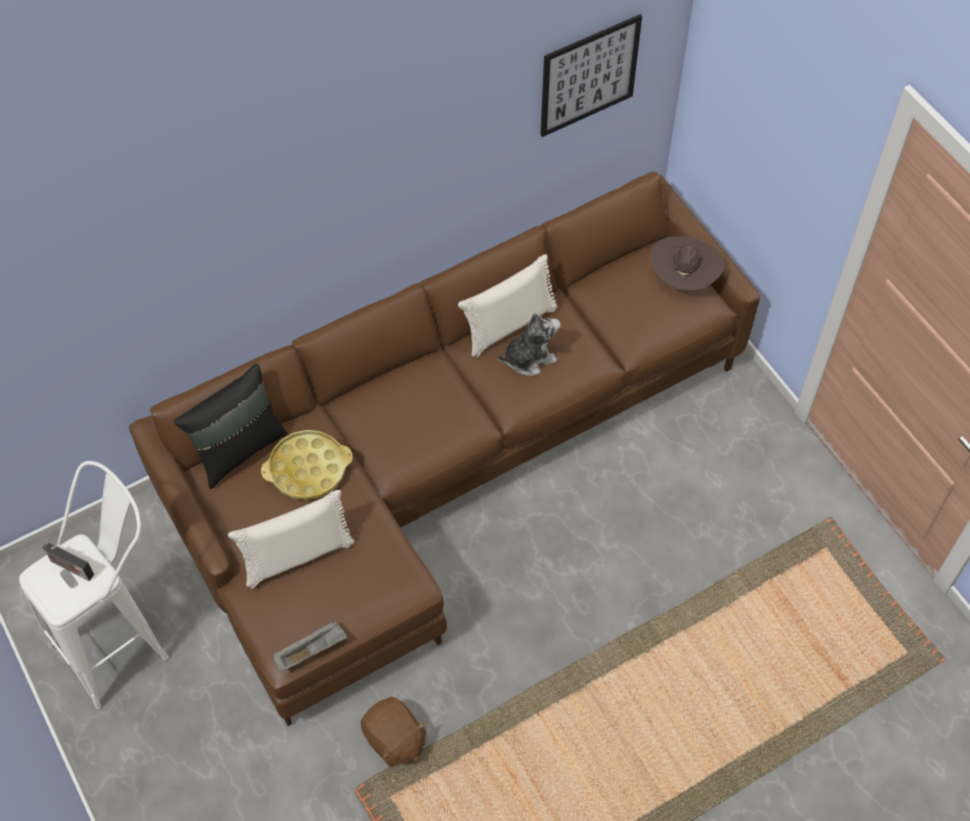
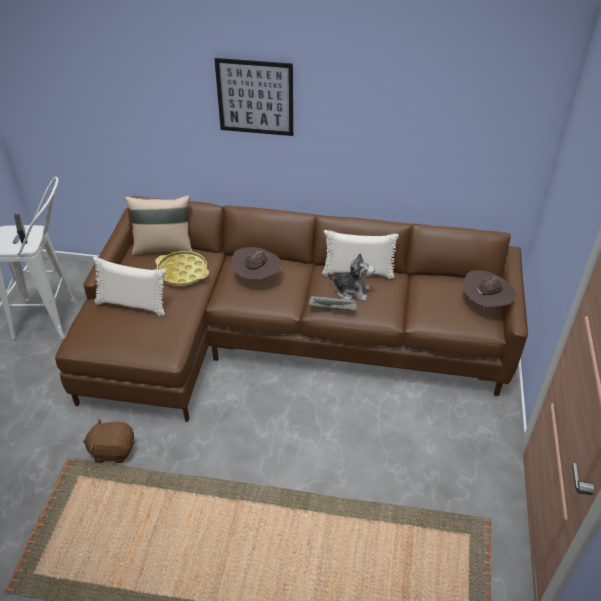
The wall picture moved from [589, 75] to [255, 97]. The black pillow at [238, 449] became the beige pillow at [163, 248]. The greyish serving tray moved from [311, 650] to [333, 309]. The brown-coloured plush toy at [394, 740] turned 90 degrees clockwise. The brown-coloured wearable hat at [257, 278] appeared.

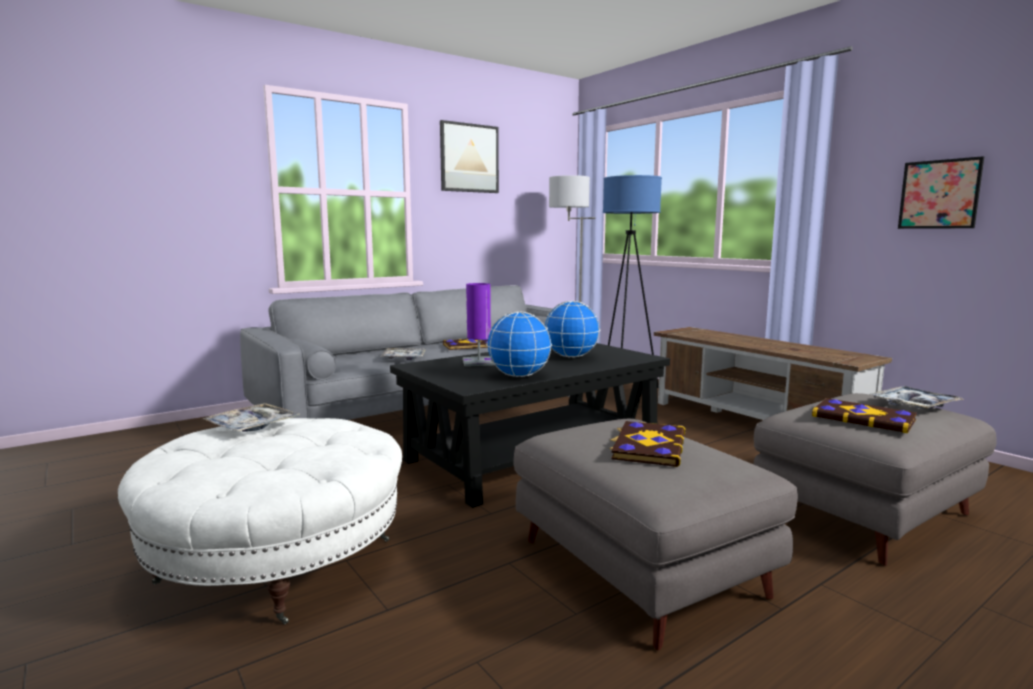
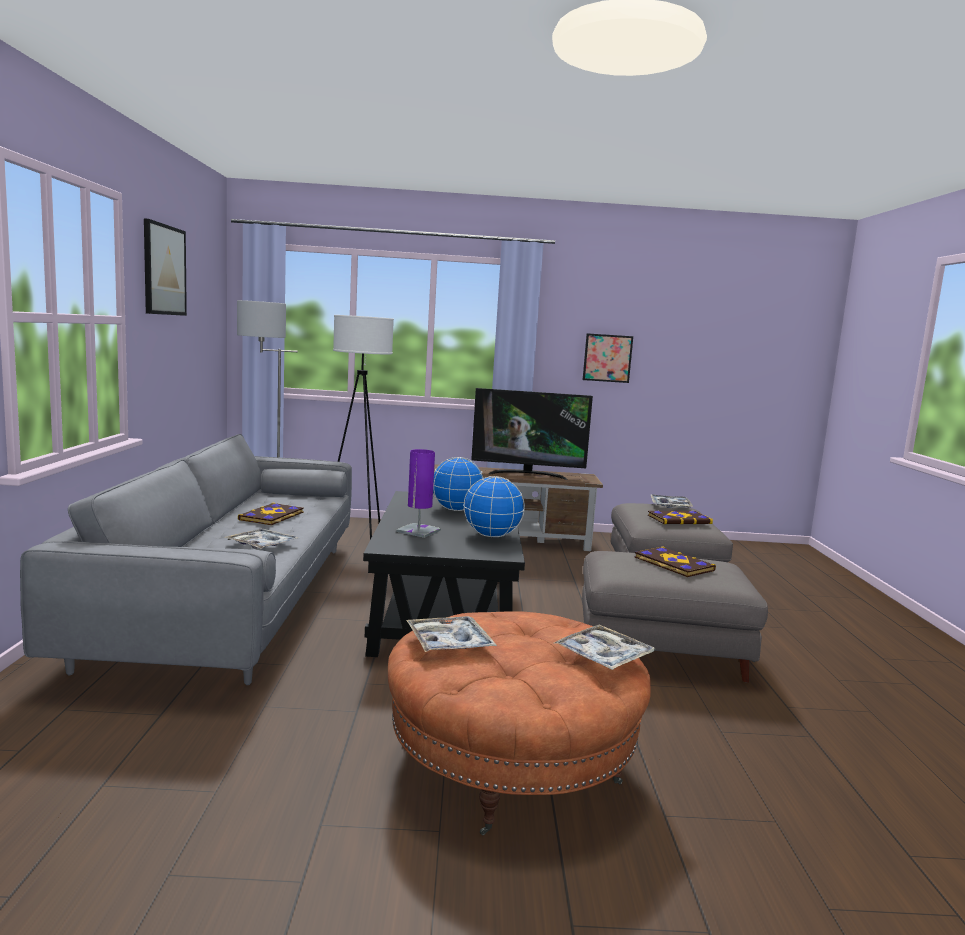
The blue standing lamp at [625, 388] became the white-coloured standing lamp at [357, 532]. The white-coloured footrest at [278, 561] became the brown-coloured footrest at [510, 764]. The TV set at [527, 474] appeared. The serving tray at [603, 656] appeared.

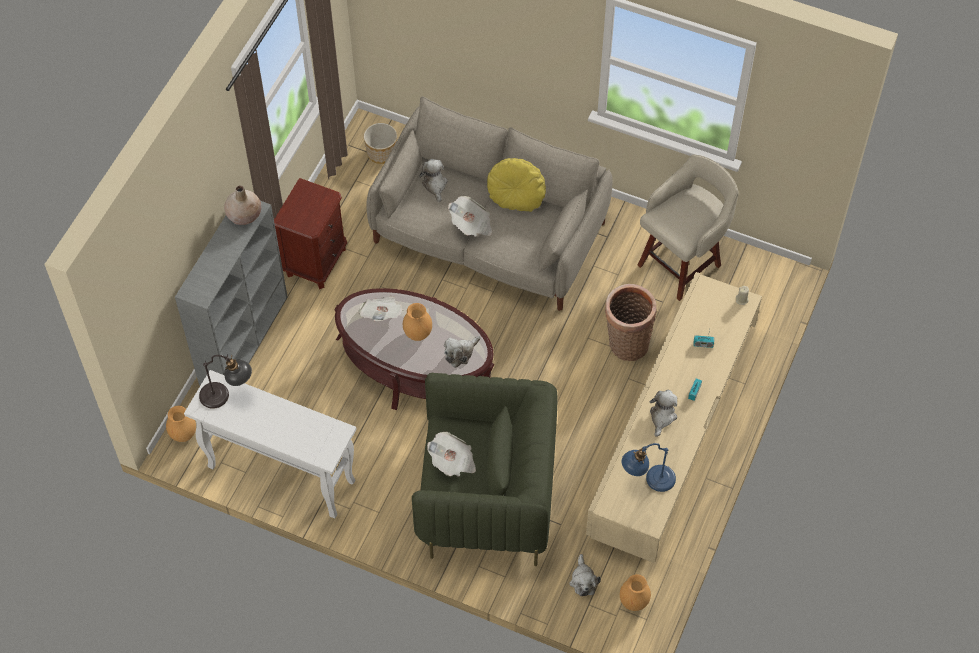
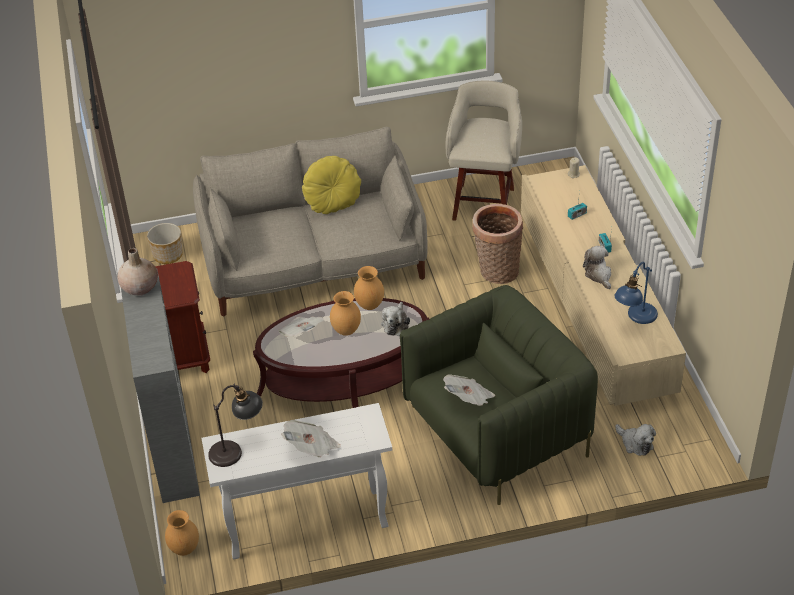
The plush toy at [434, 185] disappeared. The newspaper moved from [471, 225] to [312, 448]. The brown-coloured flower vase moved from [634, 601] to [369, 305].

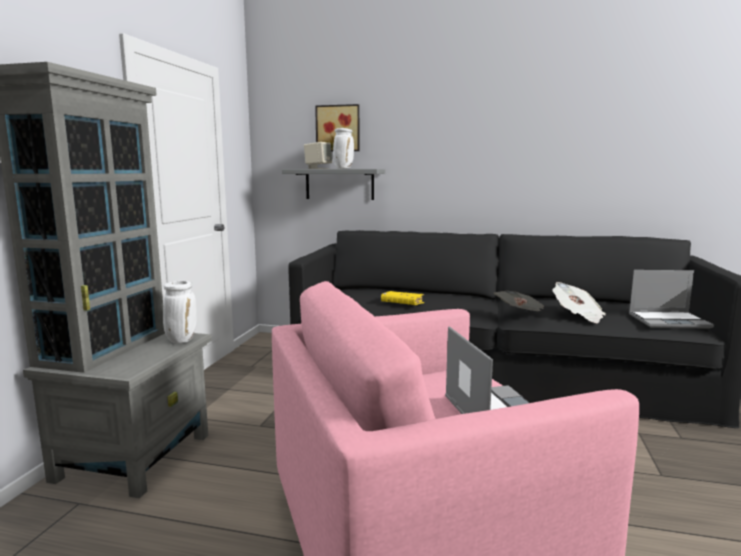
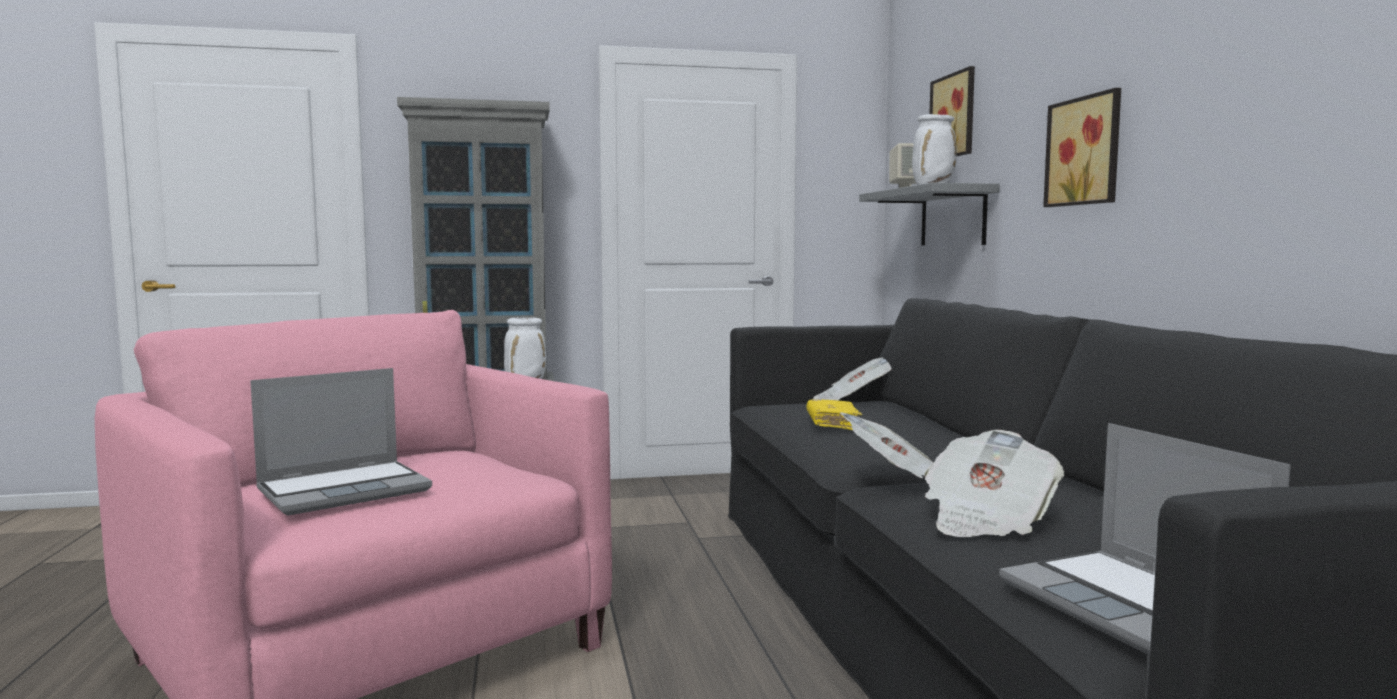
The wall picture at [1087, 151] appeared. The newspaper at [853, 400] appeared.

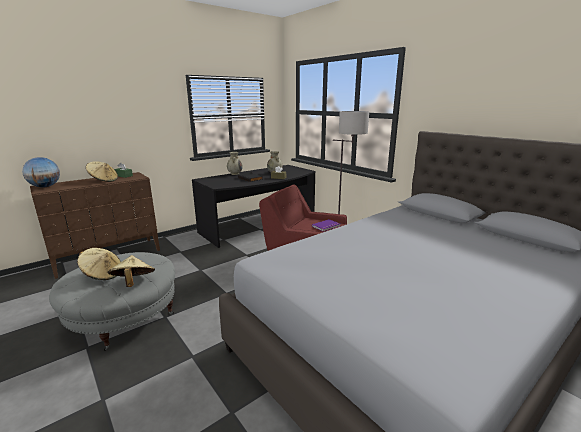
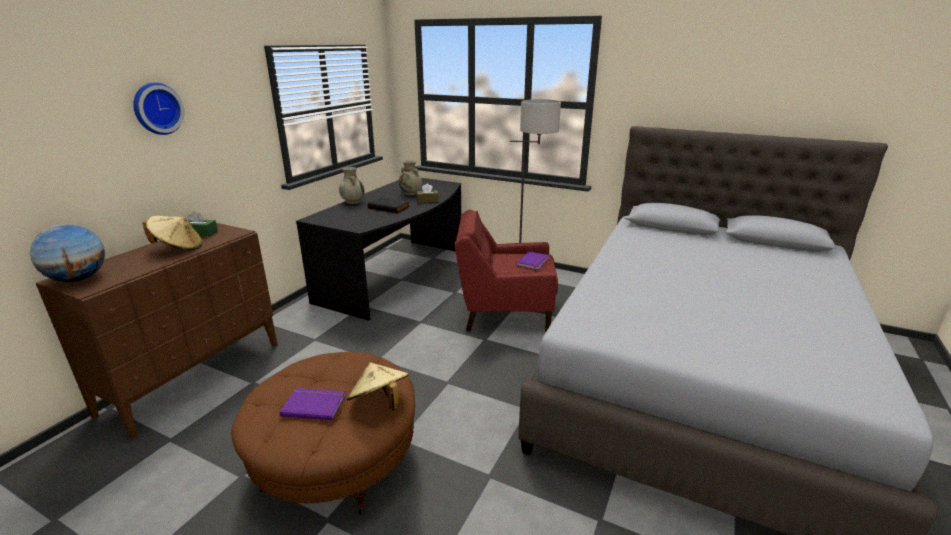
The beige wearable hat at [102, 275] was replaced by the purple book at [314, 404]. The greyish footrest at [124, 317] became the brown-coloured footrest at [336, 459]. The clock on the wall at [156, 108] appeared.

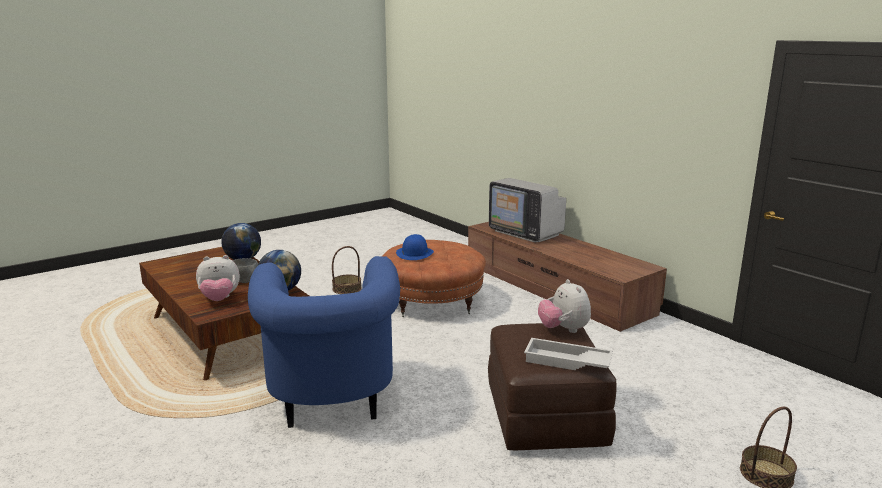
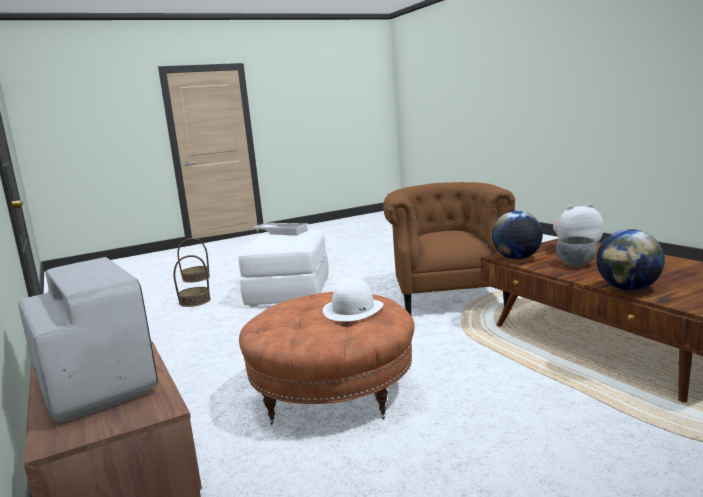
The blue wearable hat at [414, 253] became the white-coloured wearable hat at [353, 309]. The household basket moved from [347, 289] to [195, 301]. The blue lounge chair at [331, 396] became the brown-coloured lounge chair at [448, 296]. The plush toy at [563, 330] disappeared. The brown-coloured footrest at [546, 417] became the white-coloured footrest at [288, 292].

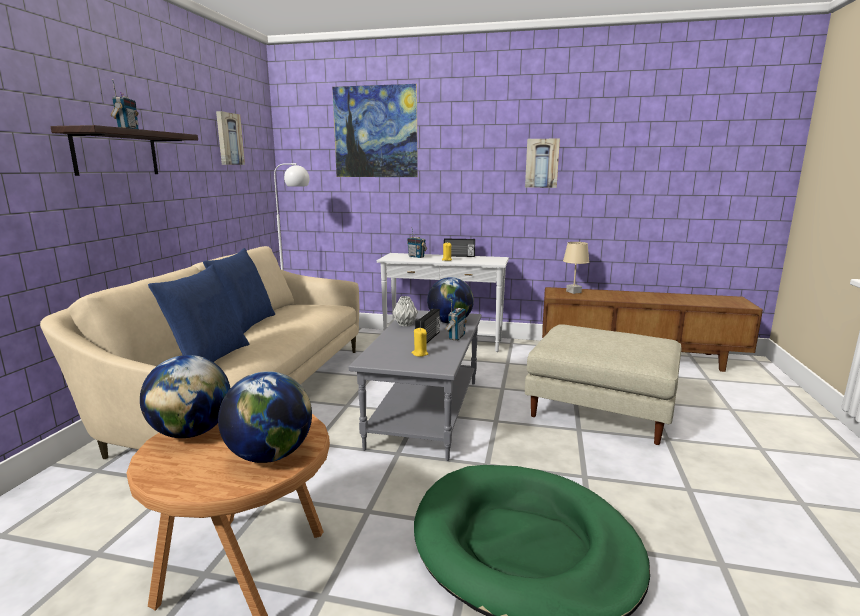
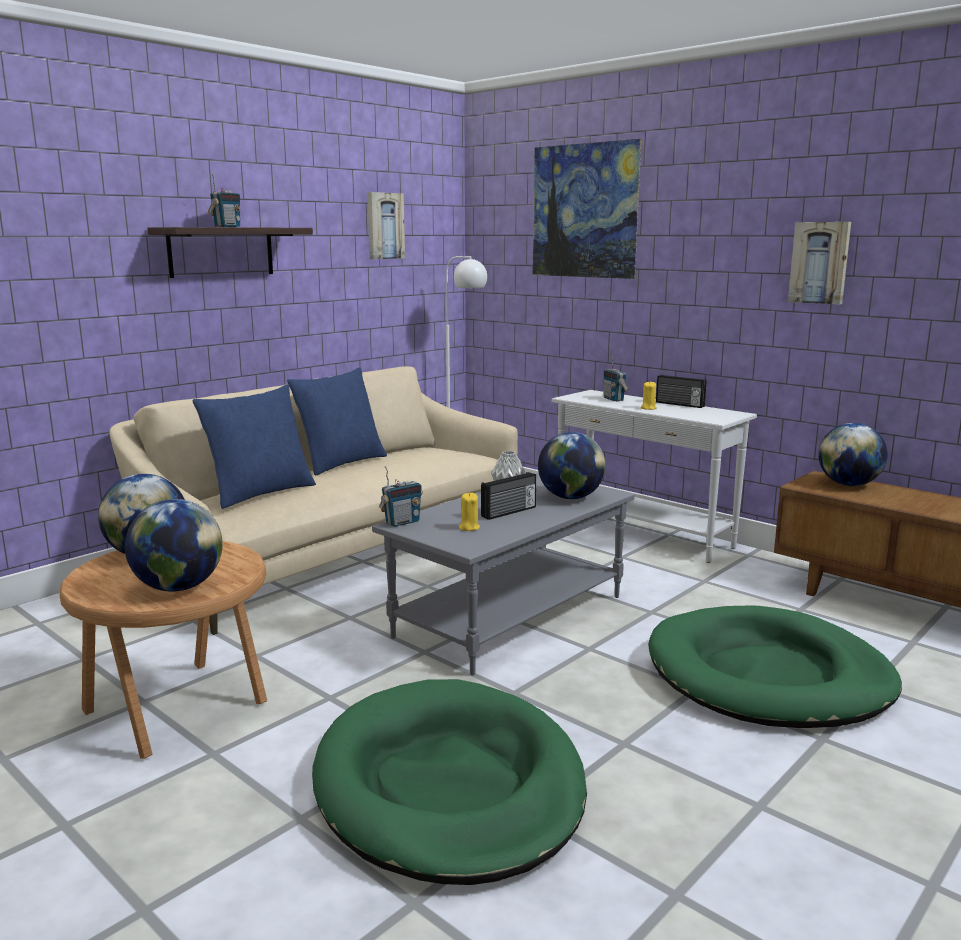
The beige tabletop lamp at [574, 292] was replaced by the desk globe at [848, 484]. The radio moved from [456, 337] to [402, 522]. The beige footrest at [602, 410] was replaced by the green dog cushion at [768, 676].

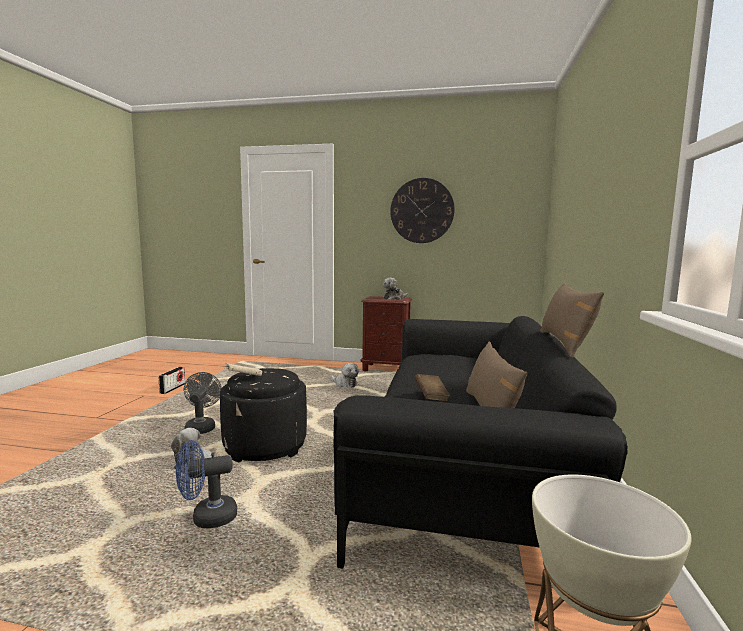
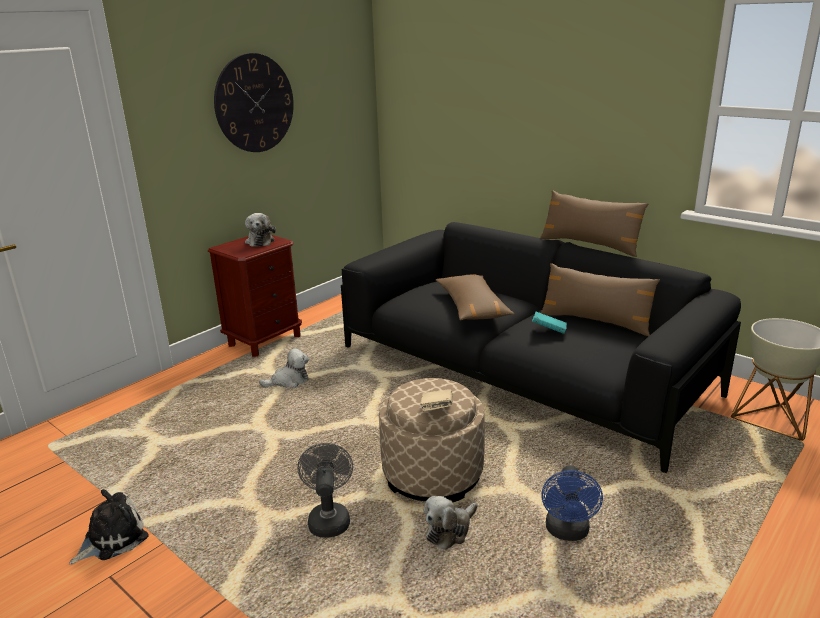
The radio at [172, 388] was replaced by the plush toy at [112, 538]. The black footrest at [265, 446] became the beige footrest at [433, 474]. The greyish electric fan at [201, 427] turned 60 degrees clockwise. The brown-coloured book at [431, 396] became the turquoise-coloured book at [549, 331]. The brown-coloured pillow at [472, 307] appeared.

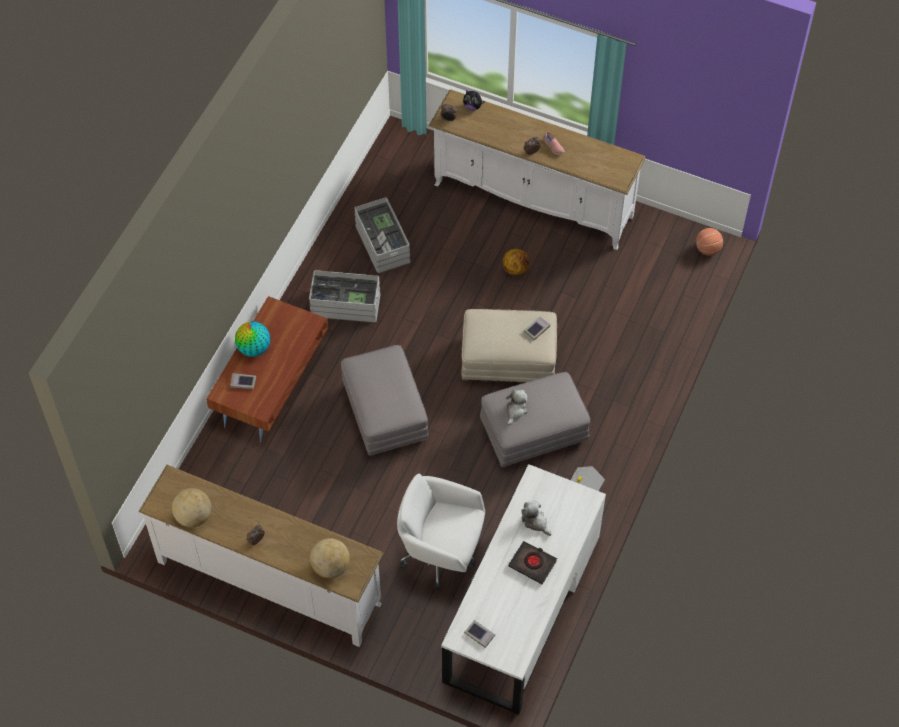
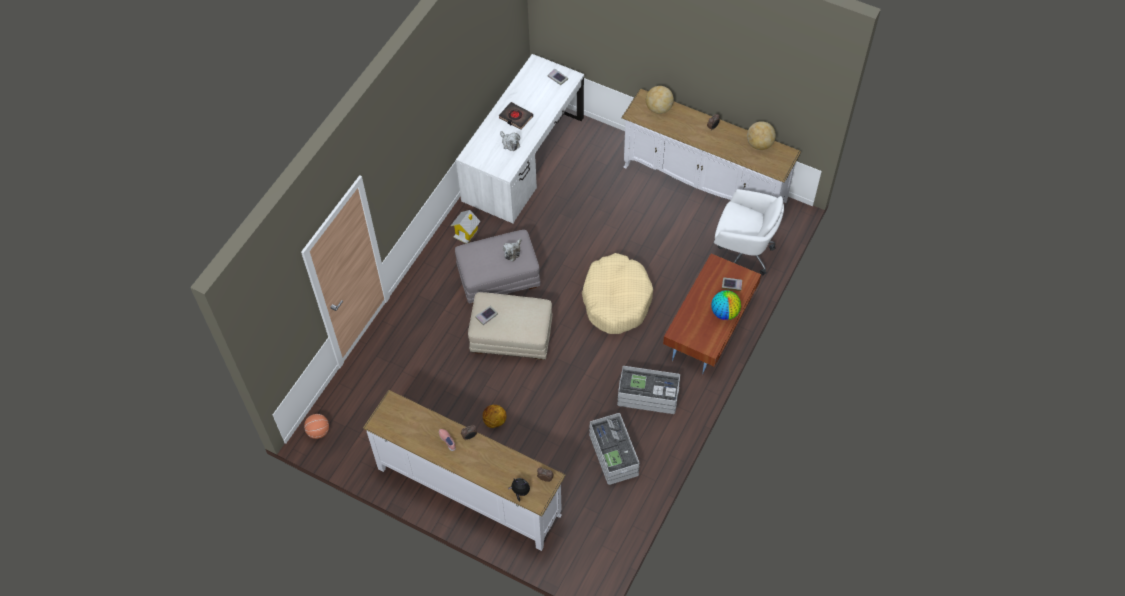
The greyish footrest at [385, 413] was replaced by the beige dog cushion at [616, 299]. The white-coloured desk chair moved from [441, 556] to [743, 253].

